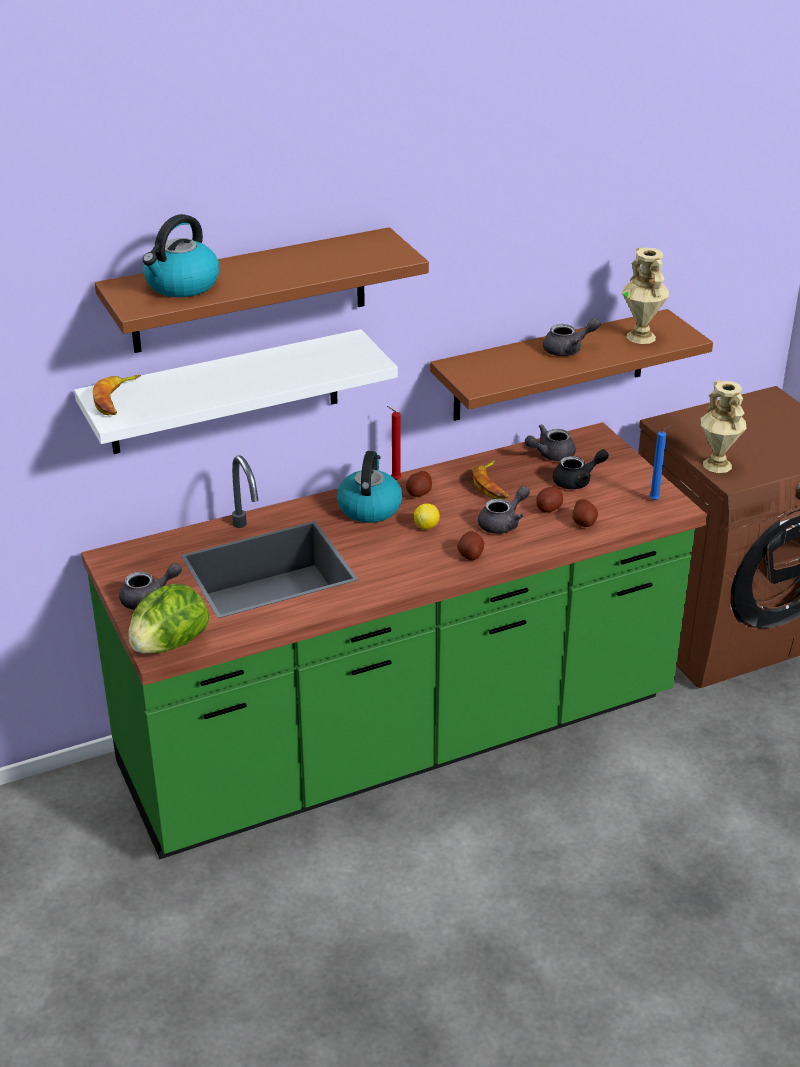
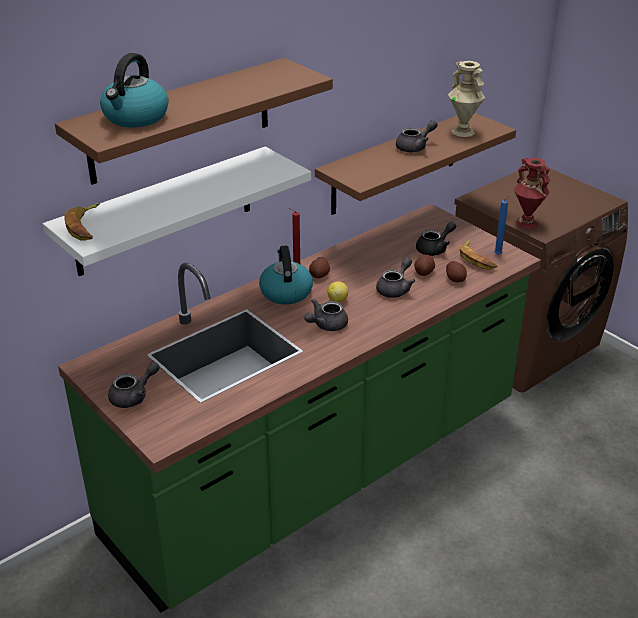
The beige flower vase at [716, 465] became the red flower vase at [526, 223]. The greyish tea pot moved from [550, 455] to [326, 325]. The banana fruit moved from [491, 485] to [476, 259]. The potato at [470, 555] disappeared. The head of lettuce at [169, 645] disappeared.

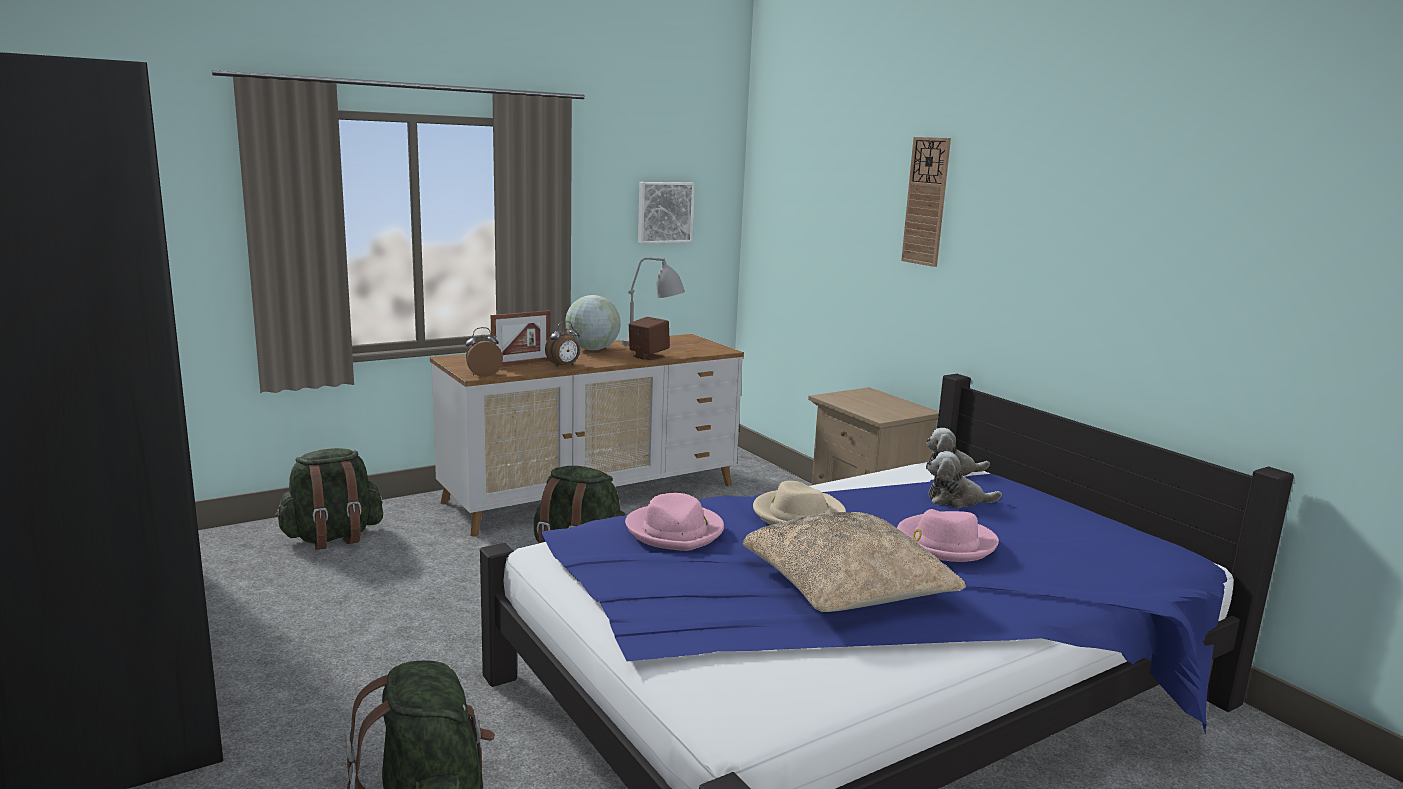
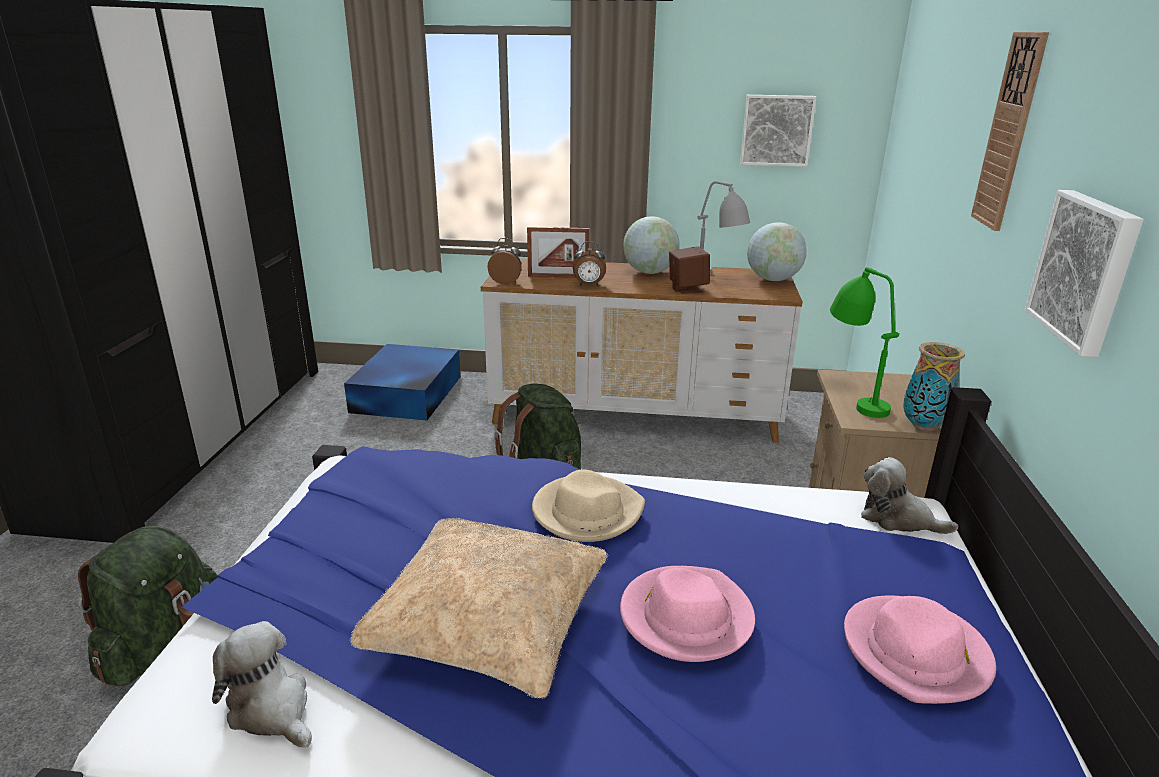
The green knapsack at [333, 537] was replaced by the blue storage box at [405, 394]. The plush toy moved from [957, 500] to [271, 709]. The pink-coloured wearable hat moved from [675, 531] to [916, 654]. The wall picture at [1085, 270] appeared. The desk globe at [773, 280] appeared. The green tabletop lamp at [852, 395] appeared. The flower vase at [924, 426] appeared.

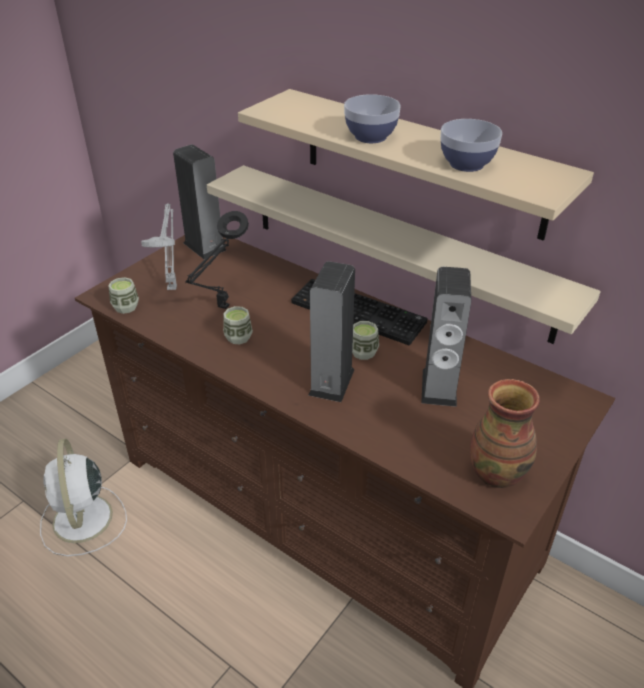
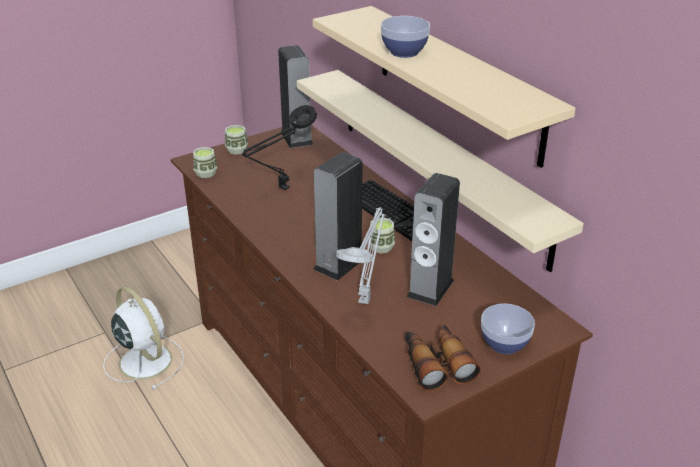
The bowl moved from [466, 164] to [504, 344]. The greyish tabletop lamp moved from [172, 286] to [365, 299]. The cup moved from [238, 337] to [237, 150]. The flower vase at [496, 472] was replaced by the binoculars at [436, 363]. The white-coloured electric fan at [83, 521] turned 135 degrees clockwise.

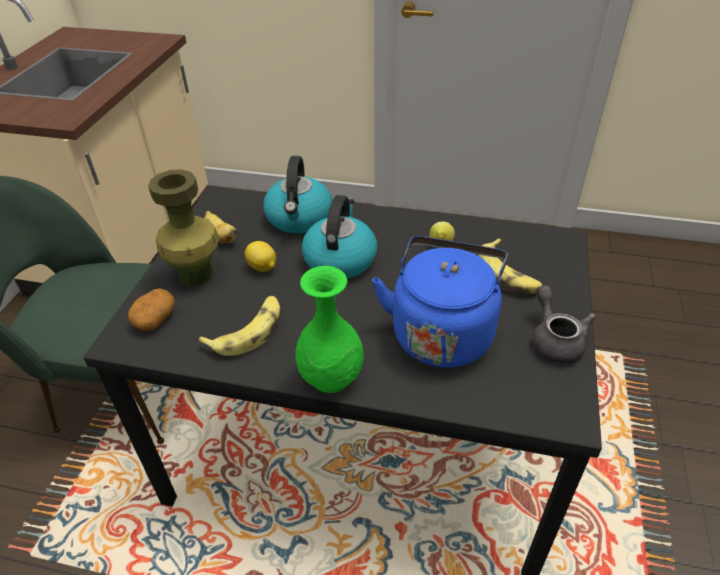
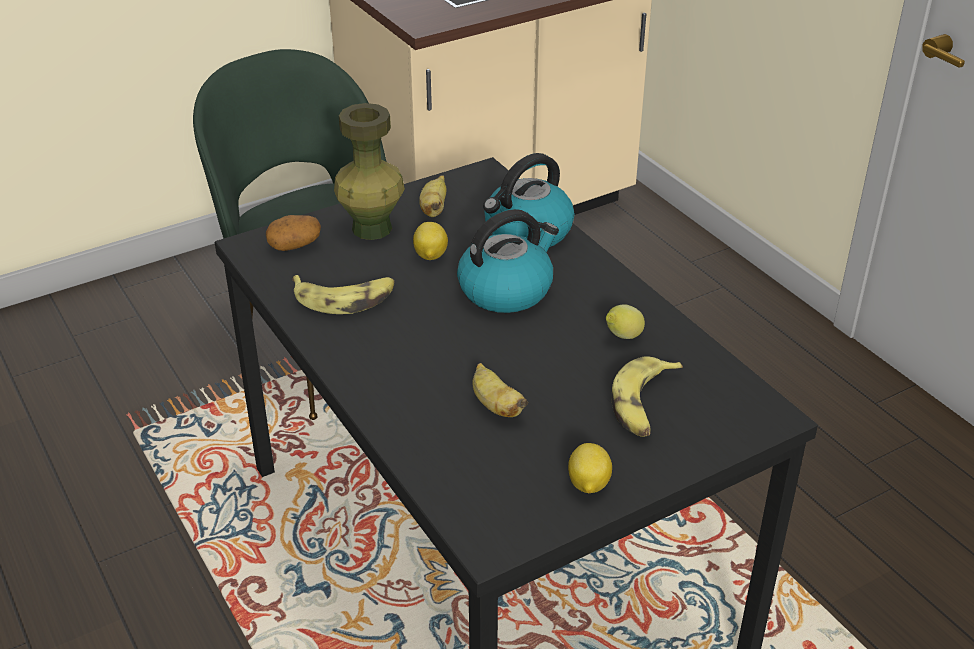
The blue kettle at [442, 332] was replaced by the banana fruit at [495, 406]. The green flower vase at [330, 377] disappeared. The greyish tea pot at [555, 340] was replaced by the lemon at [588, 485].

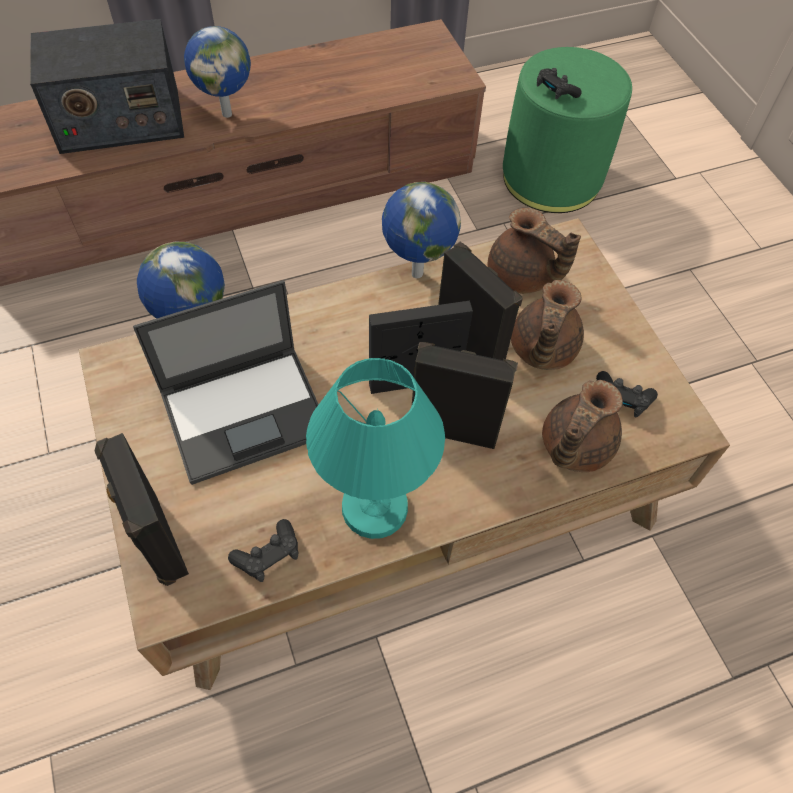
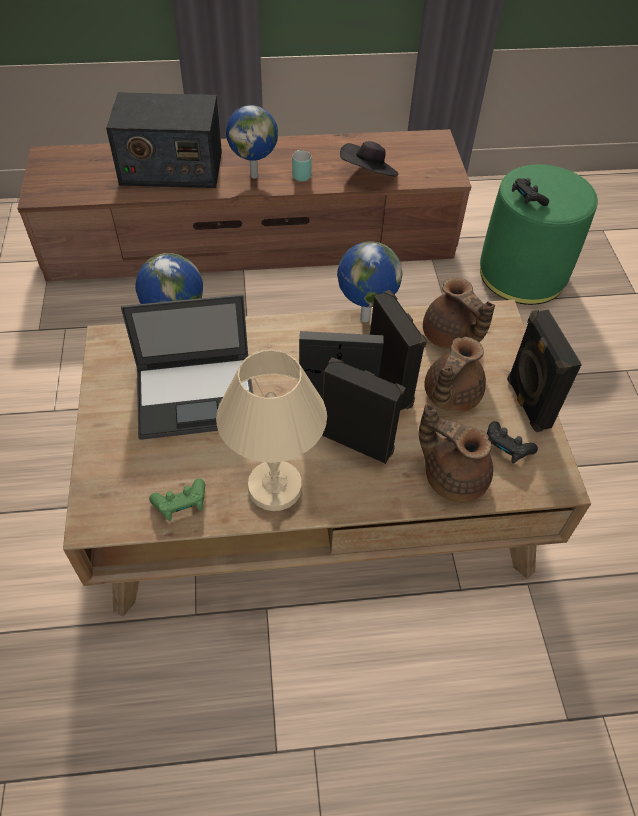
The turquoise-coloured tabletop lamp at [374, 506] became the beige tabletop lamp at [274, 486]. The brown-coloured tea pot at [573, 447] turned 75 degrees clockwise. The black speaker moved from [157, 541] to [526, 403]. The black game controller at [268, 556] became the green game controller at [181, 504]. The black wearable hat at [368, 175] appeared. The turquoise-coloured tea mug at [299, 174] appeared.

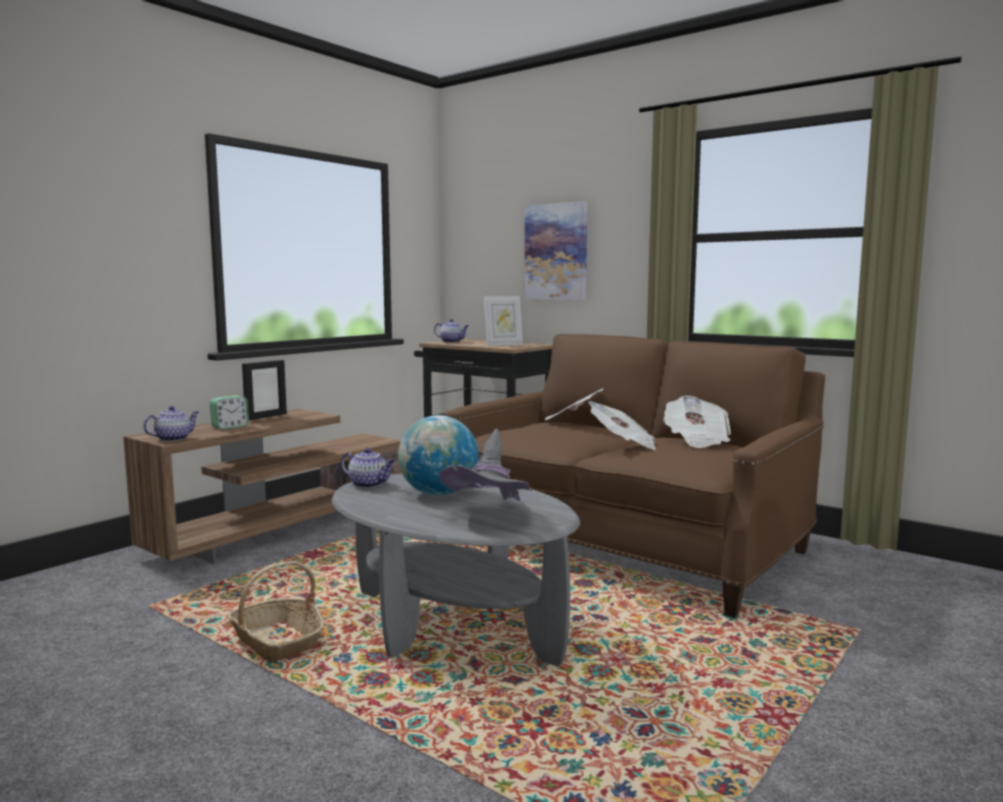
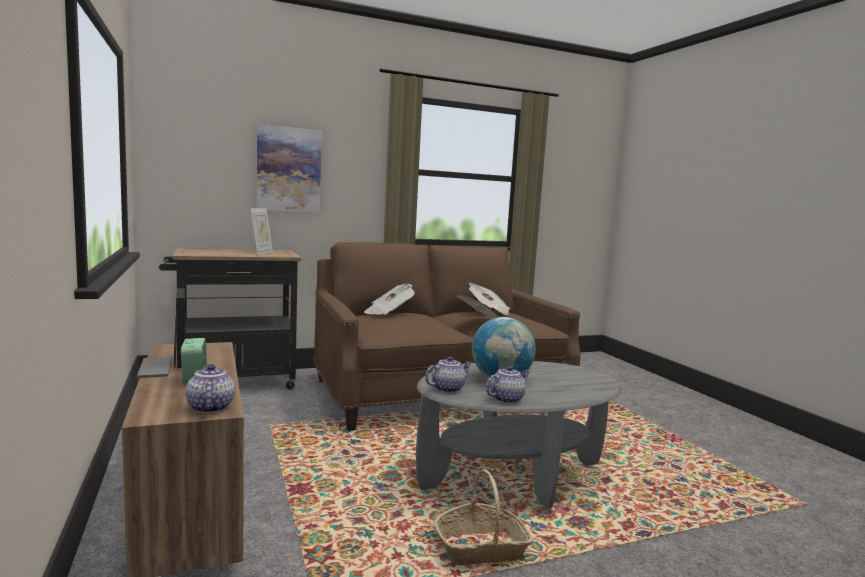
The tea pot moved from [452, 342] to [507, 399]. The greyish wearable hat at [490, 517] disappeared.

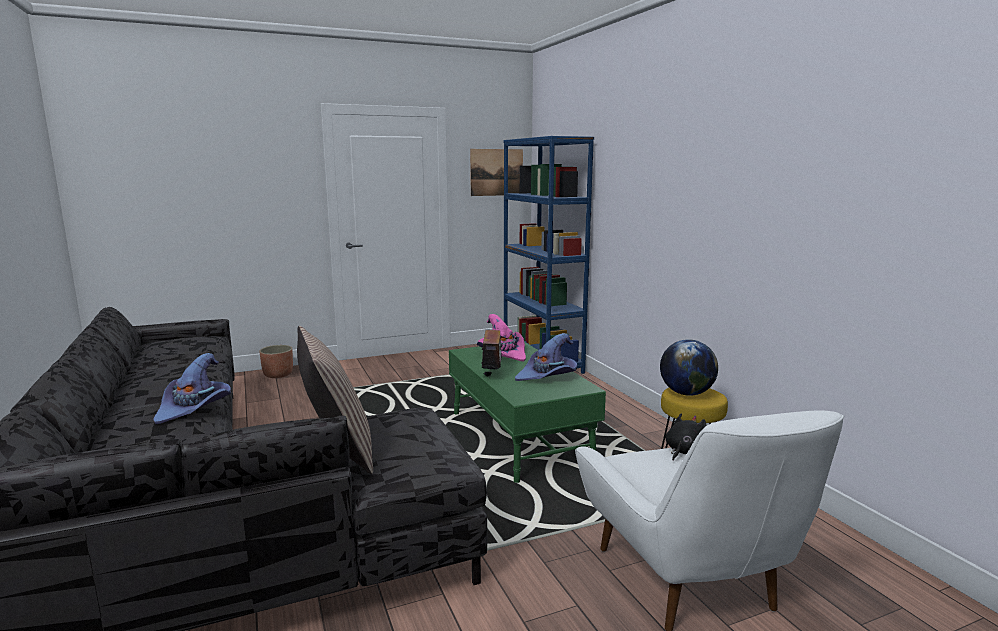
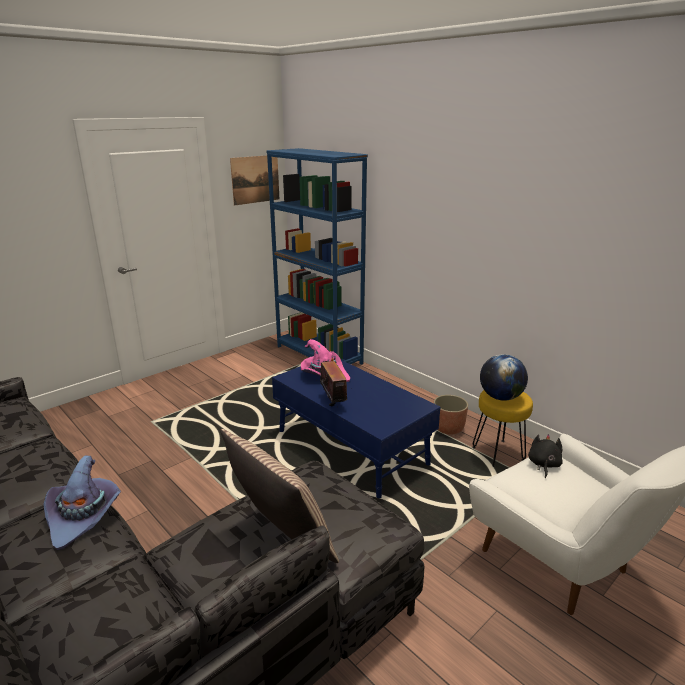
The purple wearable hat at [548, 376] disappeared. The green coffee table at [518, 437] became the blue coffee table at [350, 447]. The flower pot moved from [278, 375] to [448, 428].

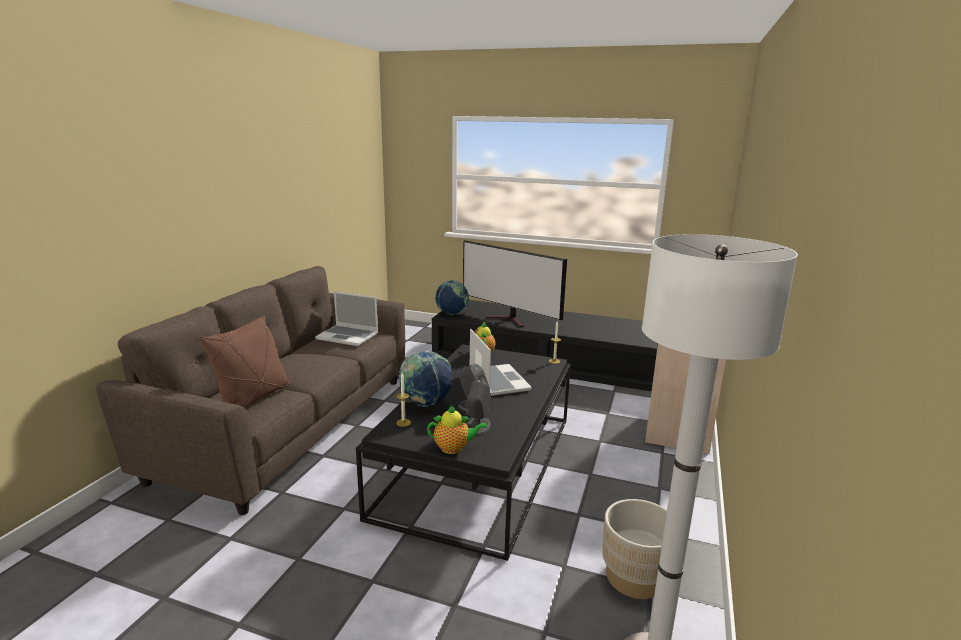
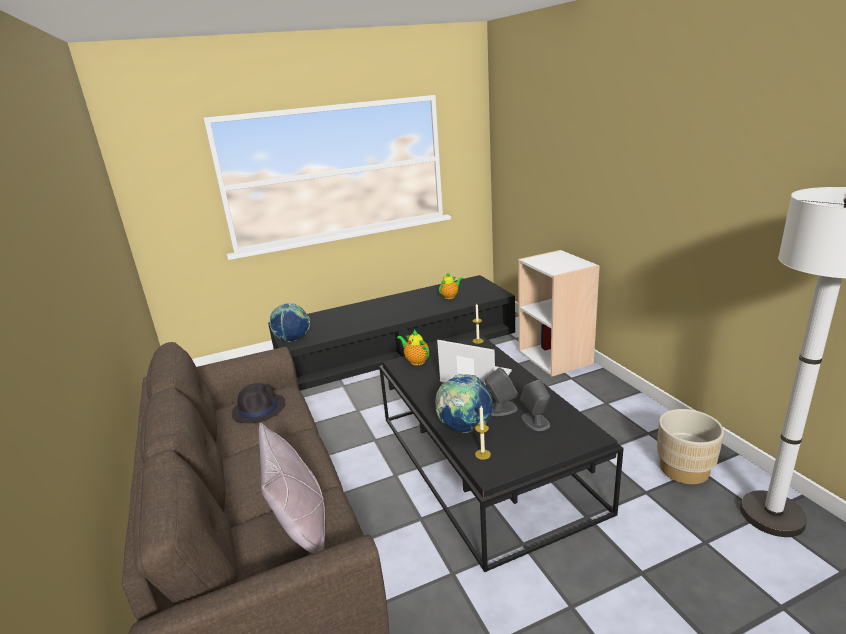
The TV set at [510, 320] disappeared. The laptop at [348, 336] was replaced by the black wearable hat at [259, 409]. The brown-coloured pillow at [254, 399] became the purple pillow at [302, 527]. The tea pot moved from [454, 448] to [450, 296].

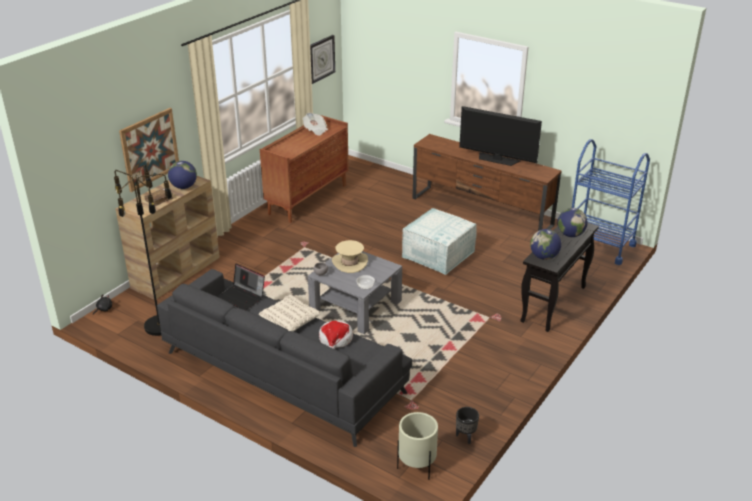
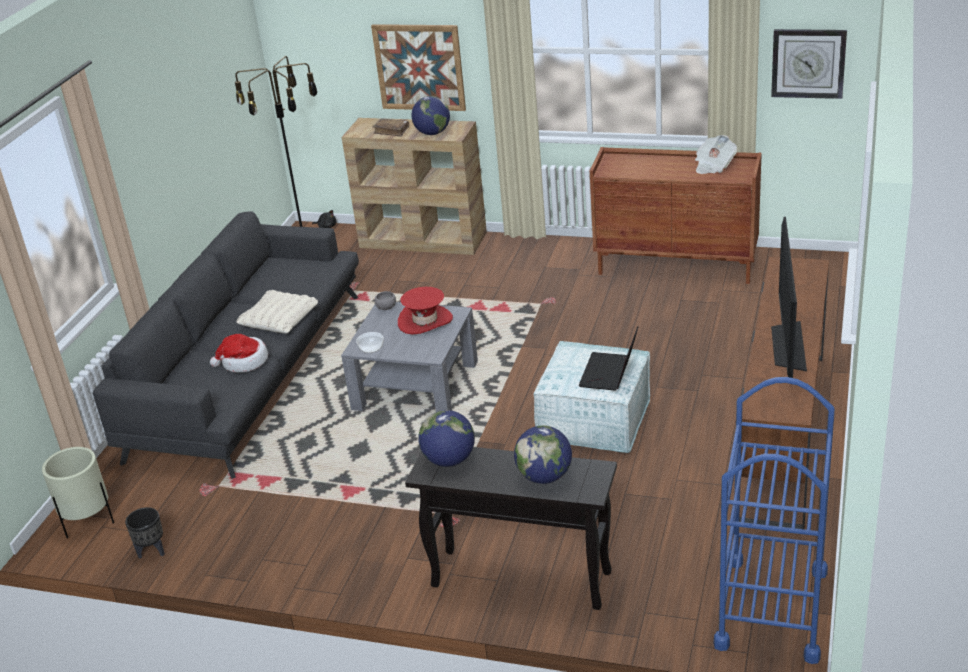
The beige wearable hat at [349, 263] became the red wearable hat at [425, 321]. The laptop moved from [242, 297] to [610, 373].

